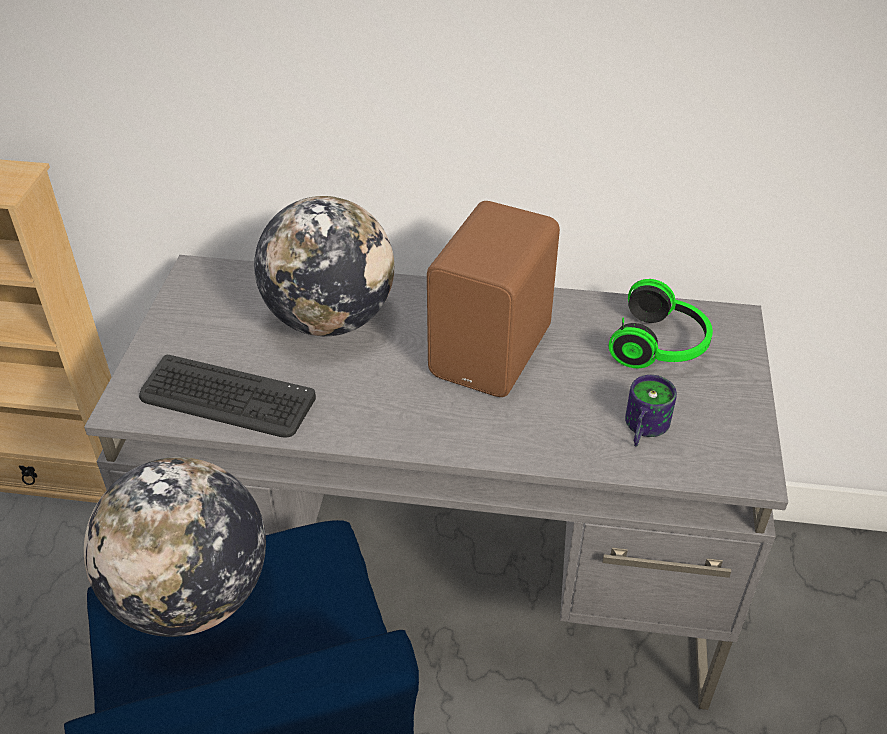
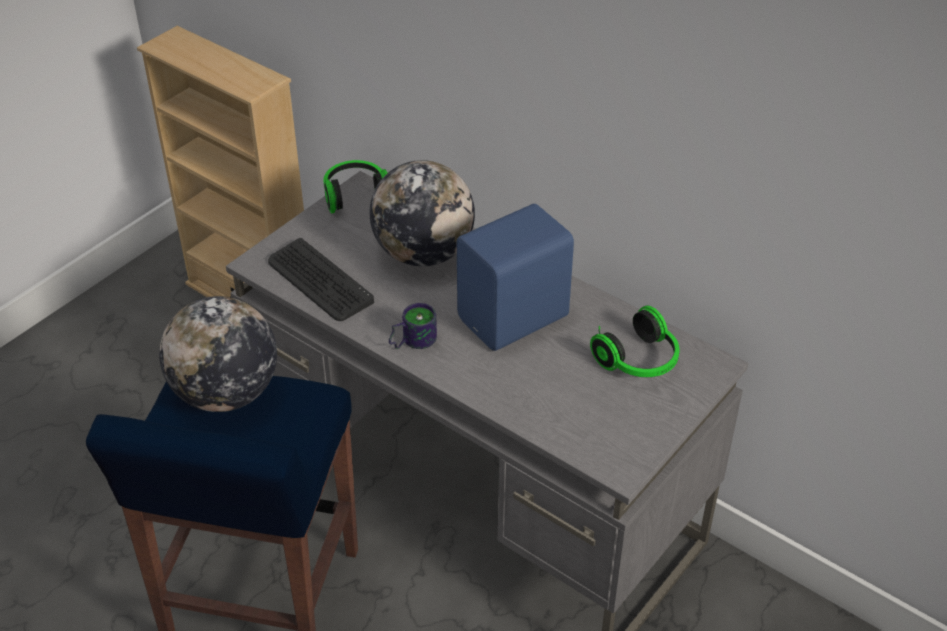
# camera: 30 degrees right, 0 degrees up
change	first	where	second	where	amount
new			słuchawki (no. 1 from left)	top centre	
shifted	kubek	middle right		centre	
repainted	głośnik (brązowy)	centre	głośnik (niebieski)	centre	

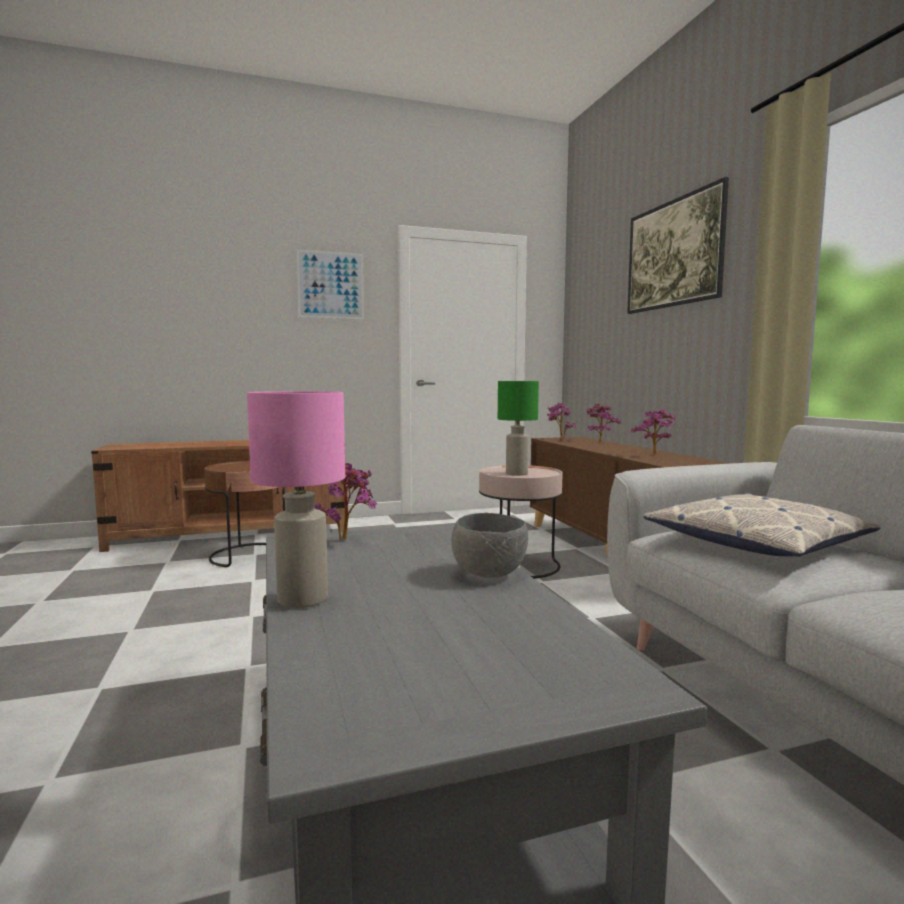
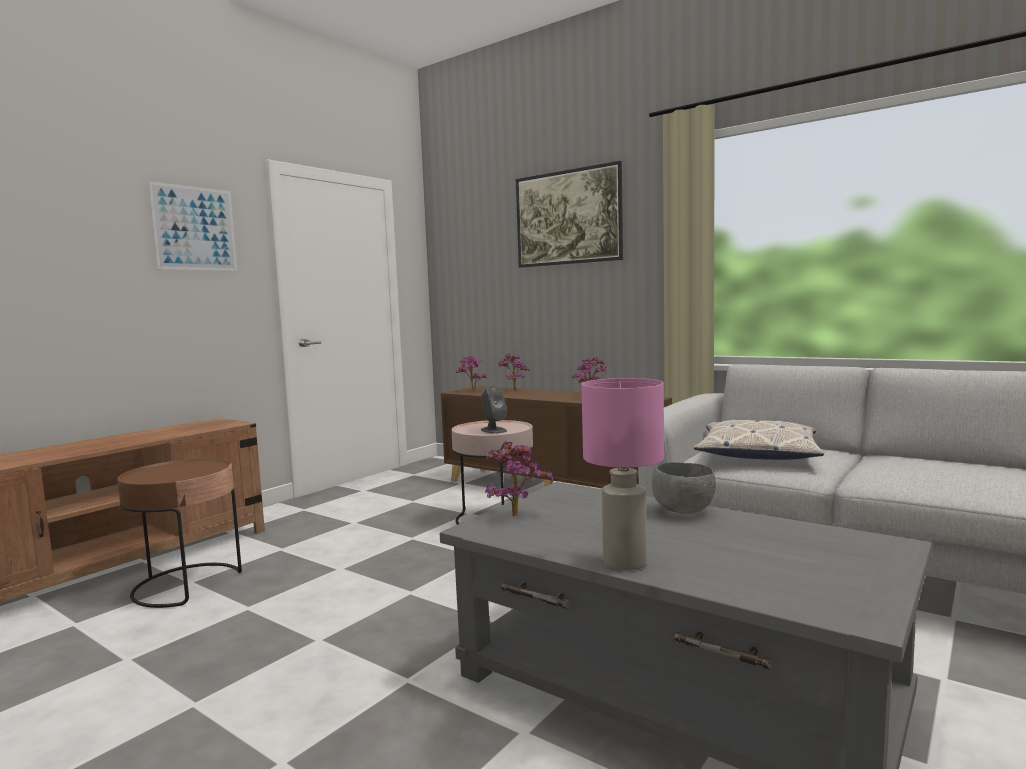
# camera: 35 degrees left, 0 degrees up
change	first	where	second	where	amount
swapped	lampa stołowa (zielony)	centre	głośnik (szary)	centre	

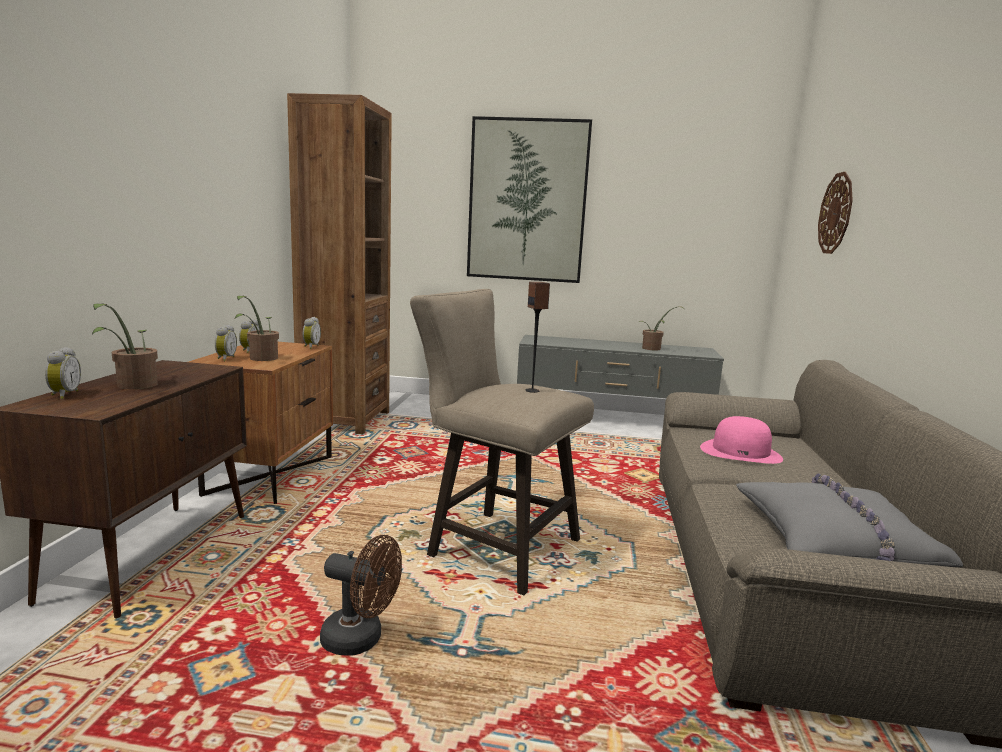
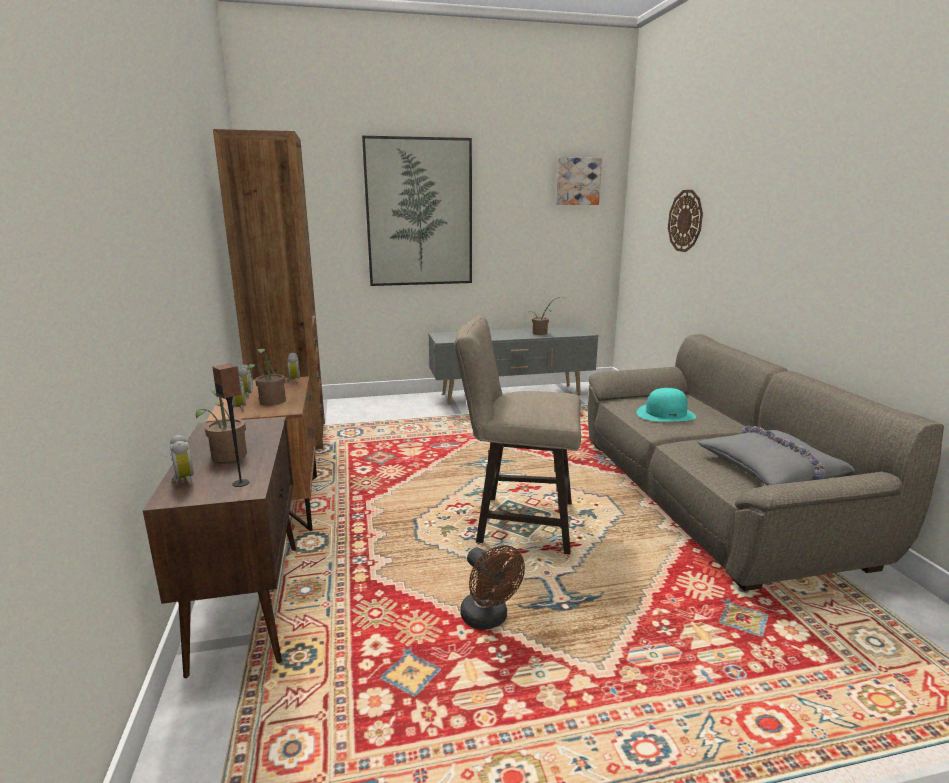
# camera: 20 degrees left, 5 degrees up
change	first	where	second	where	amount
new			obraz (no. 2 from left)	top centre	
shifted	głośnik	centre		middle left	
repainted	kapelusz (różowy)	middle right	kapelusz (turkusowy)	middle right	
rotated	wentylator (brązowy)	bottom centre		bottom centre	60 degrees clockwise

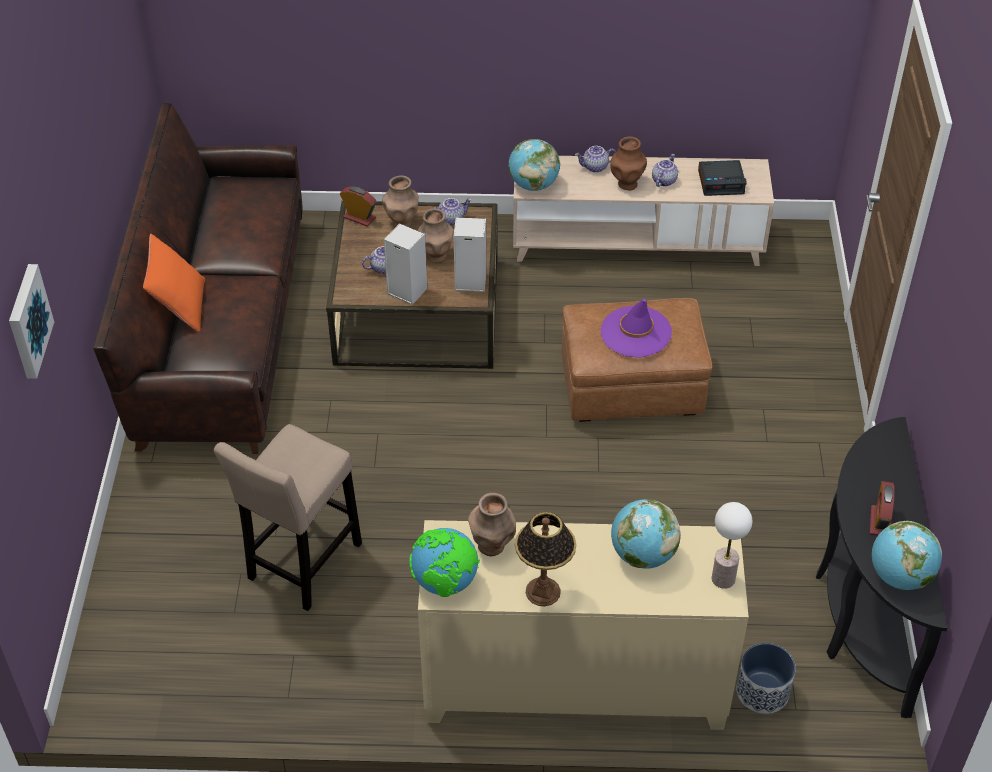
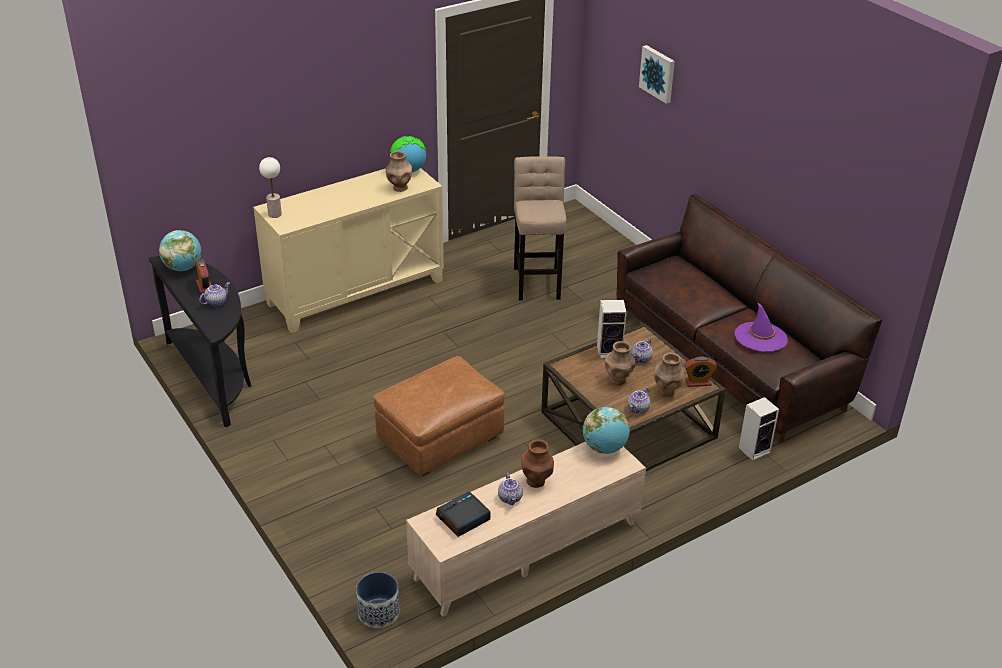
# camera: 145 degrees right, 10 degrees down
change	first	where	second	where	amount
gone	poduszka (pomarańczowy)	middle left			
gone	lampa stołowa (no. 1 from left)	bottom centre			
gone	globus (no. 3 from left)	bottom centre			
shifted	głośnik (no. 2 from left)	top centre		middle right	
shifted	imbryk (no. 3 from left in the first image)	top centre	imbryk (no. 1 from left)	middle left	
shifted	kapelusz (fioletowy)	centre		middle right	
shifted	donica	bottom right		bottom centre	

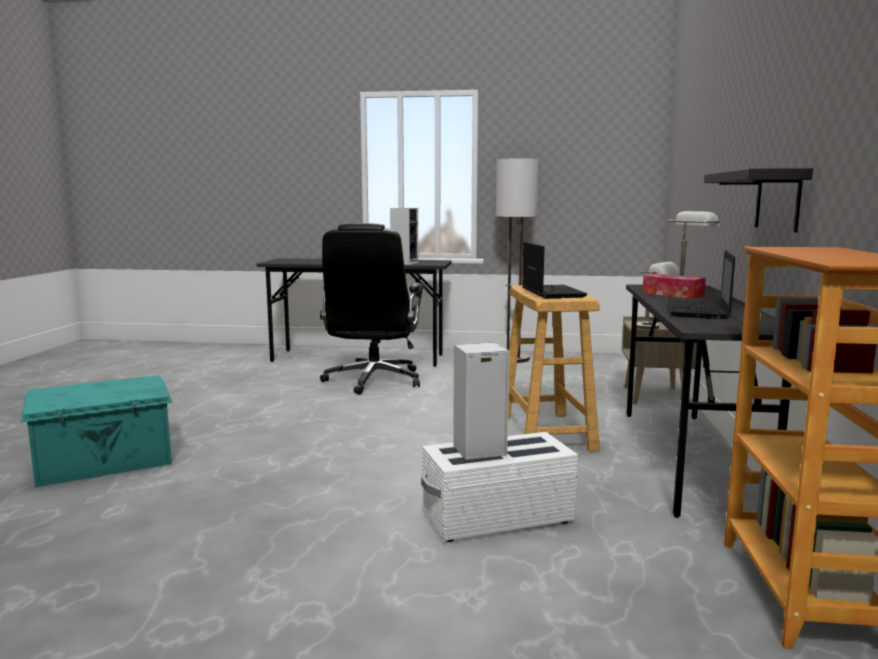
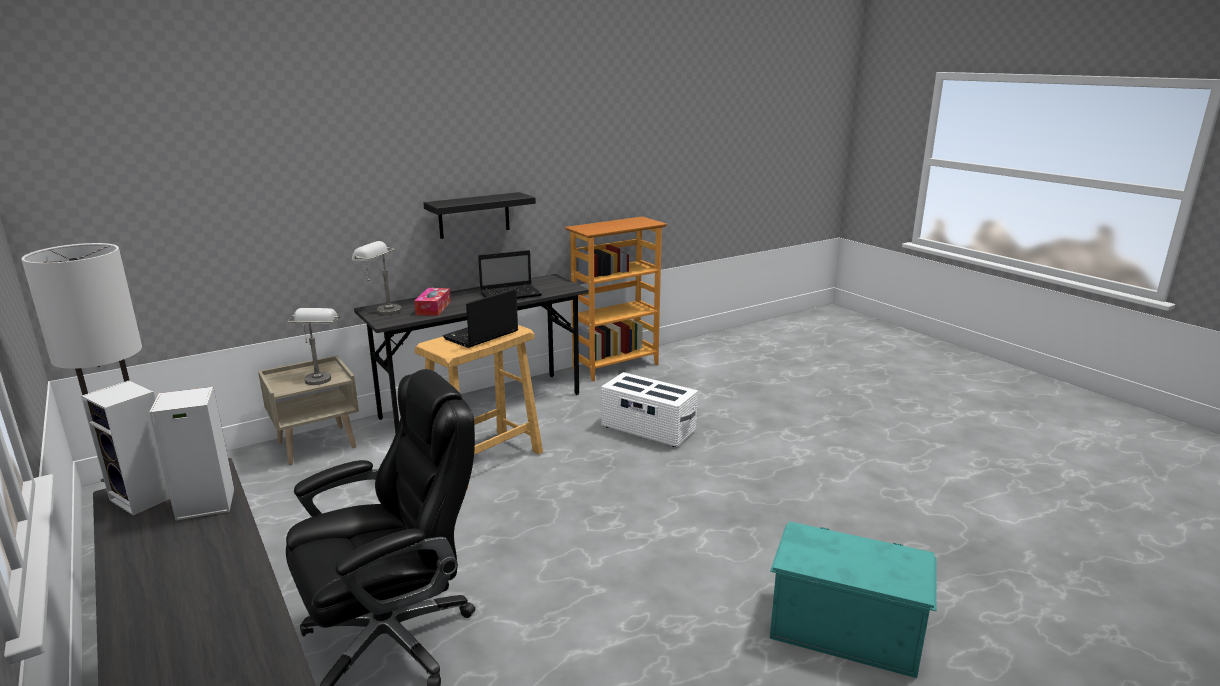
# camera: 130 degrees left, 10 degrees up
change	first	where	second	where	amount
shifted	głośnik (no. 2 from left in the first image)	centre	głośnik (no. 1 from left)	middle left	

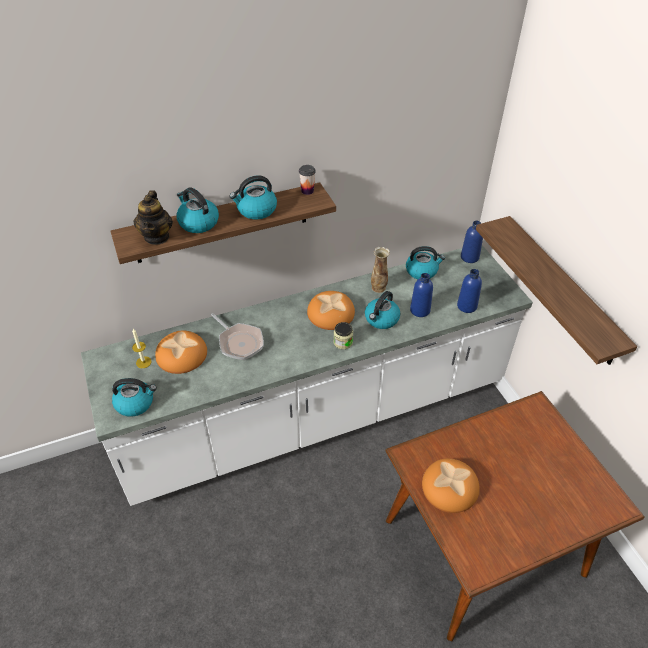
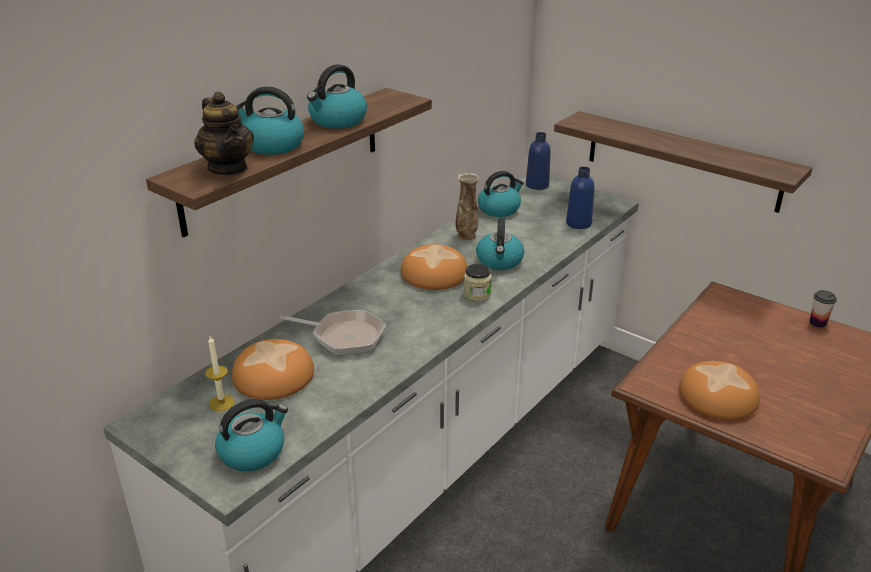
# camera: 30 degrees left, 15 degrees down
change	first	where	second	where	amount
gone	butelka (niebieski) (no. 1 from left)	centre			
shifted	filiżanka	top centre		middle right	

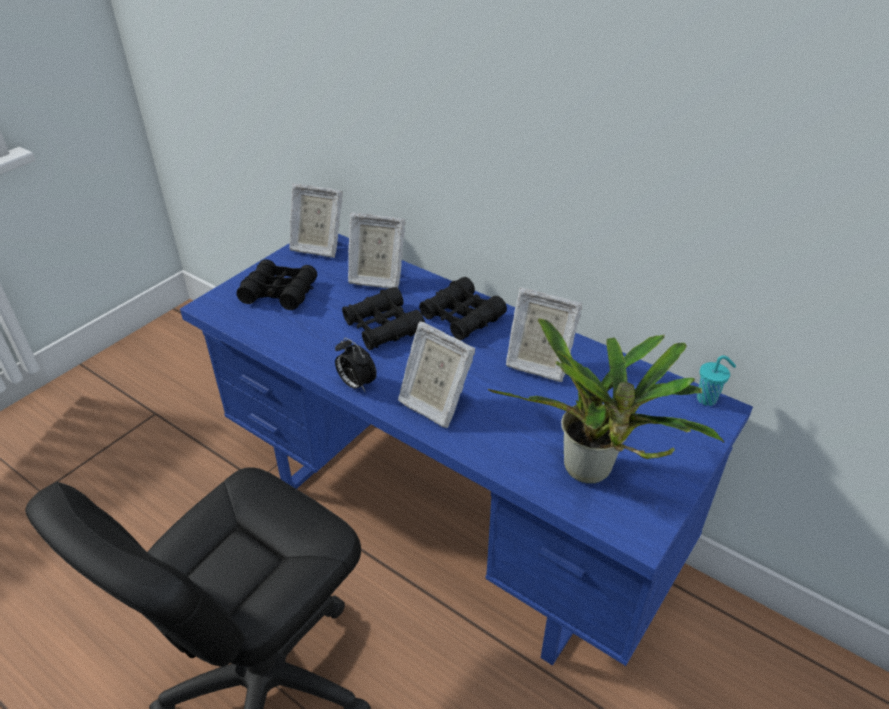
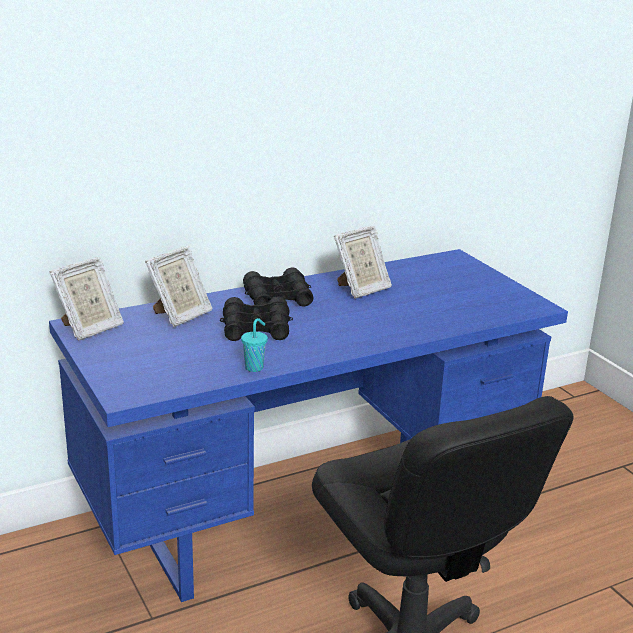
# camera: 65 degrees left, 15 degrees down
change	first	where	second	where	amount
gone	lornetka (czarny) (no. 1 from left)	middle left			
gone	budzik	centre			
gone	ramka na zdjęcie (no. 3 from left)	centre			
gone	roślina doniczkowa	middle right			
shifted	filiżanka (turkusowy)	middle right		centre	

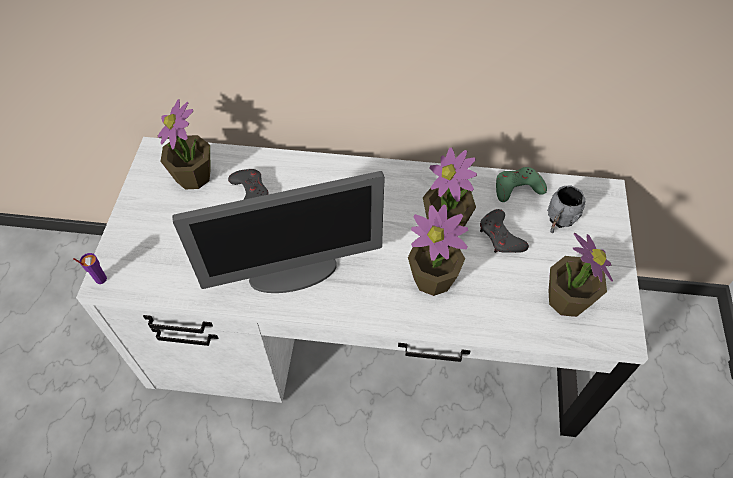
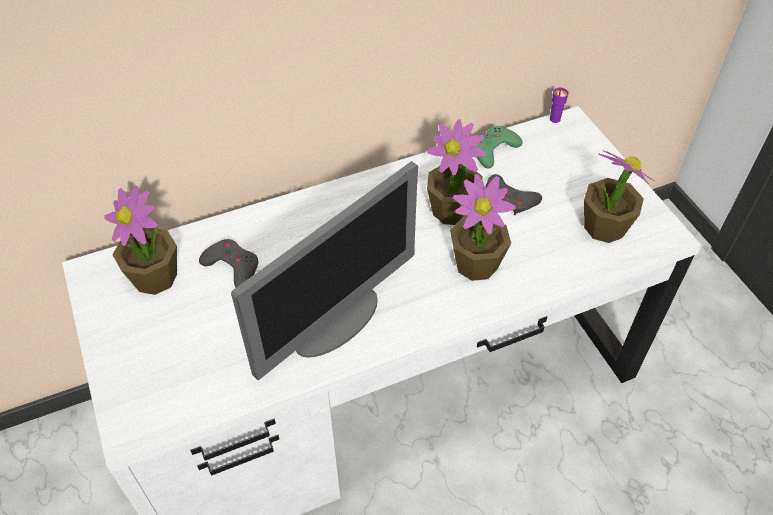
# camera: 30 degrees left, 5 degrees down
change	first	where	second	where	amount
gone	kubek (szary)	middle right			
shifted	filiżanka (fioletowy)	middle left		top right	

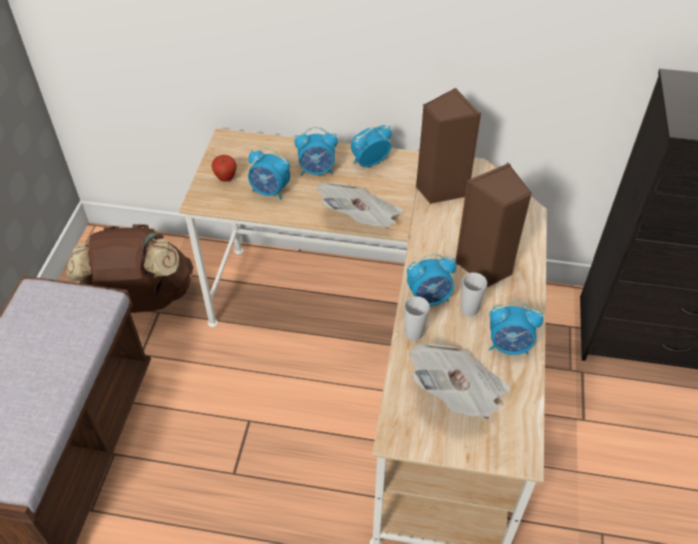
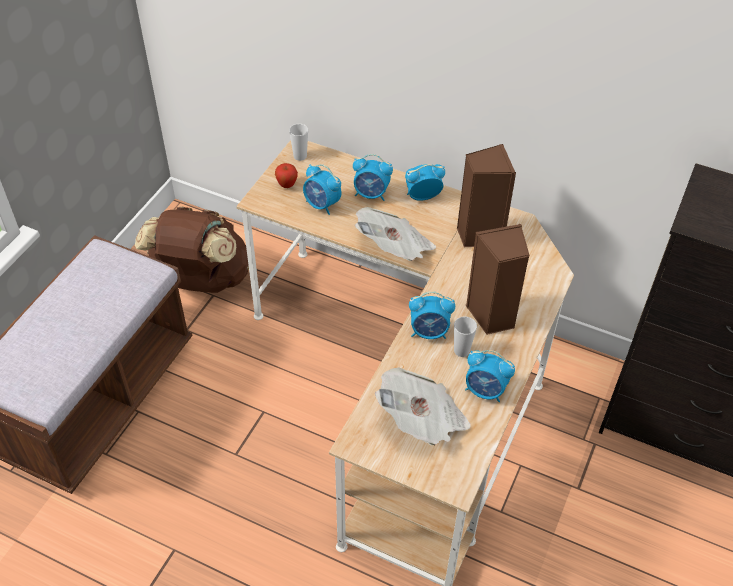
# camera: 15 degrees right, 0 degrees up
change	first	where	second	where	amount
shifted	filiżanka (no. 1 from left)	centre		top centre	

